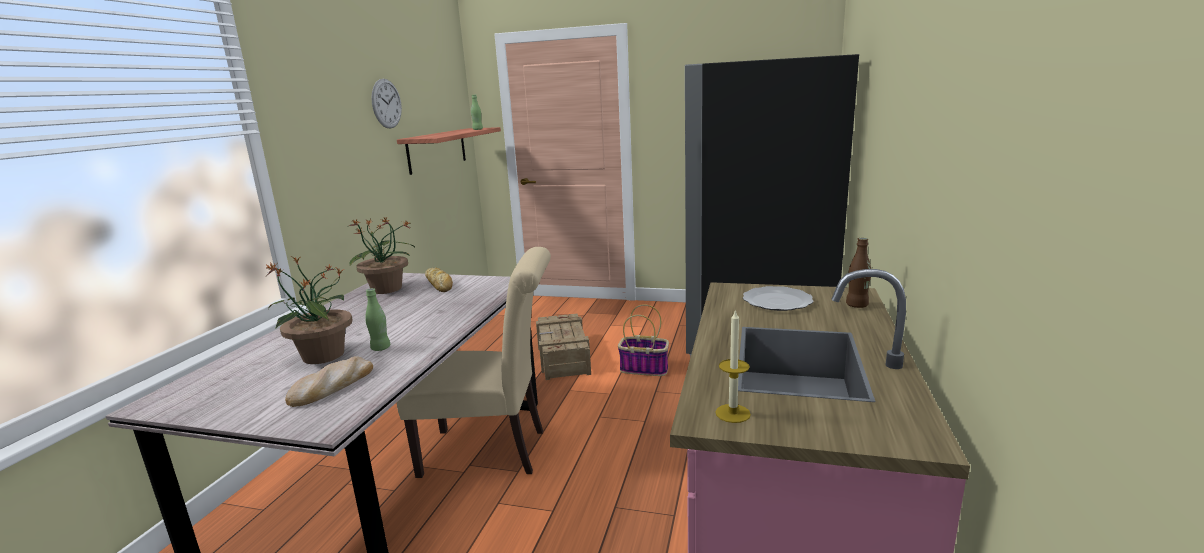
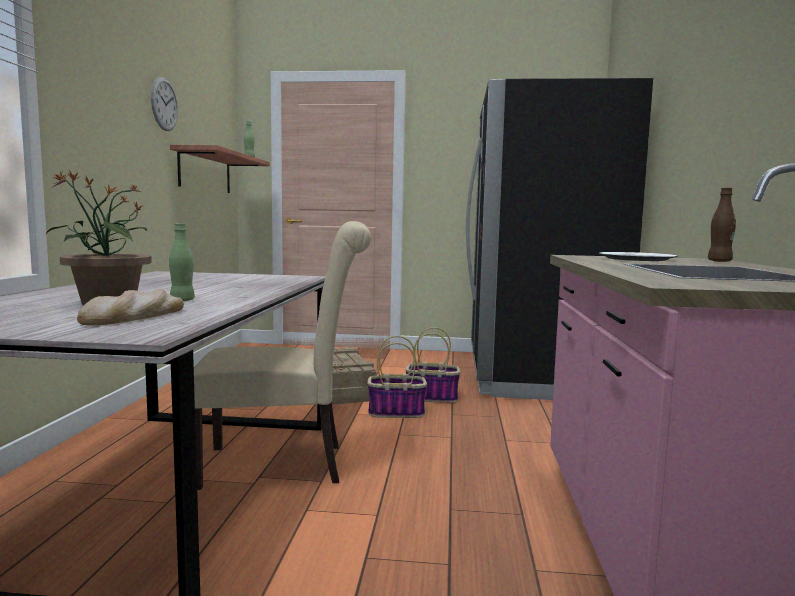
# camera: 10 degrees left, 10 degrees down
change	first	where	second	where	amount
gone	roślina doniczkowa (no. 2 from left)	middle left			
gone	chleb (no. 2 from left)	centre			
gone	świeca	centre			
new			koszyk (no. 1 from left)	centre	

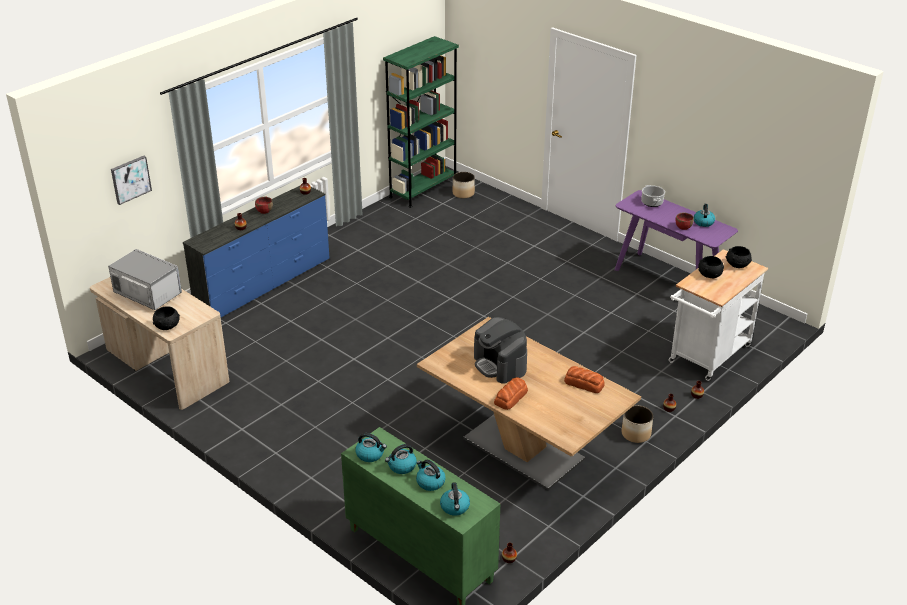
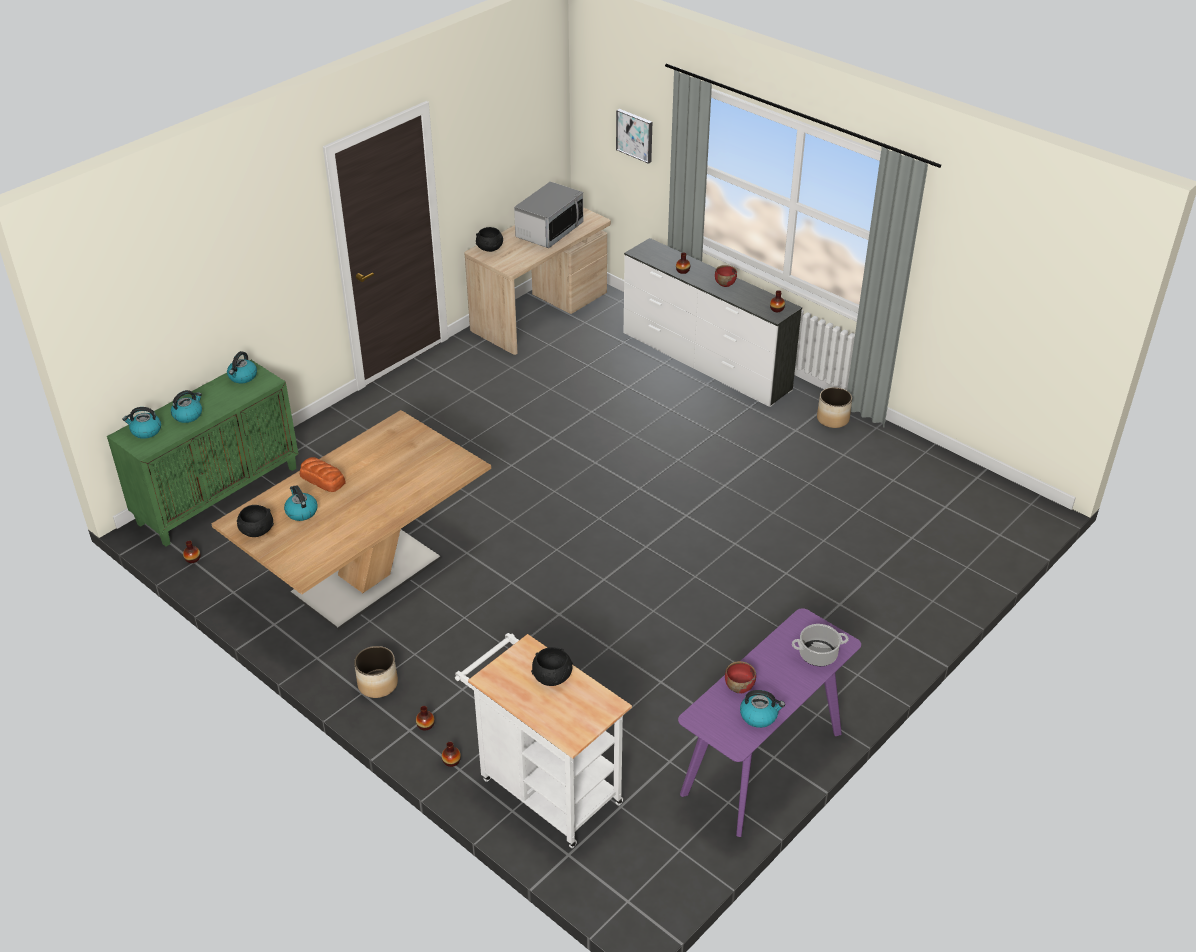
# camera: 90 degrees right, 5 degrees up
change	first	where	second	where	amount
gone	regał (zielony)	top centre			
gone	ekspres do kawy	centre			
gone	chleb (no. 2 from left)	centre			
shifted	czajnik (no. 2 from left in the first image)	bottom centre	czajnik (no. 4 from left)	middle left	
shifted	donica (no. 1 from left in the first image)	top centre	donica (no. 2 from left)	middle right	
shifted	miska (czarny) (no. 3 from left in the first image)	middle right	miska (czarny) (no. 1 from left)	middle left	
repainted	komoda (niebieski)	middle left	komoda (biały)	centre	

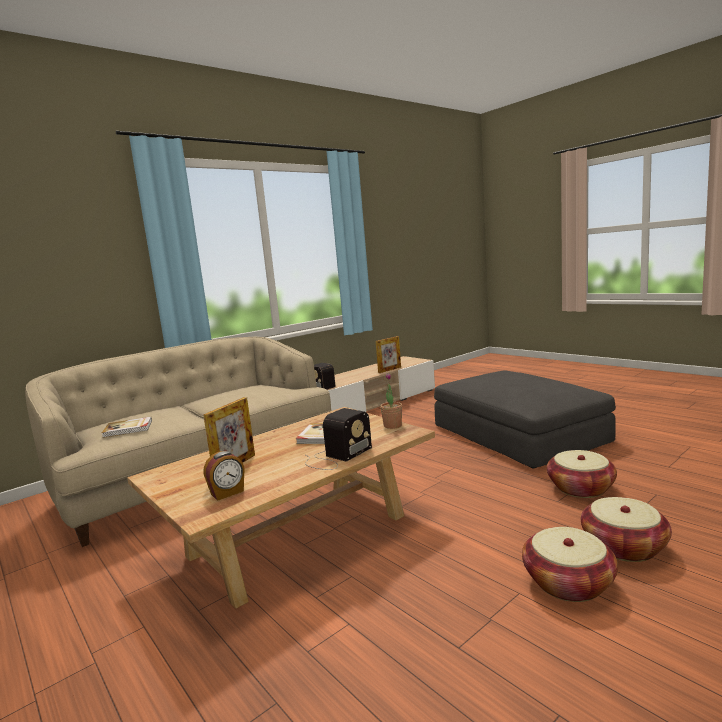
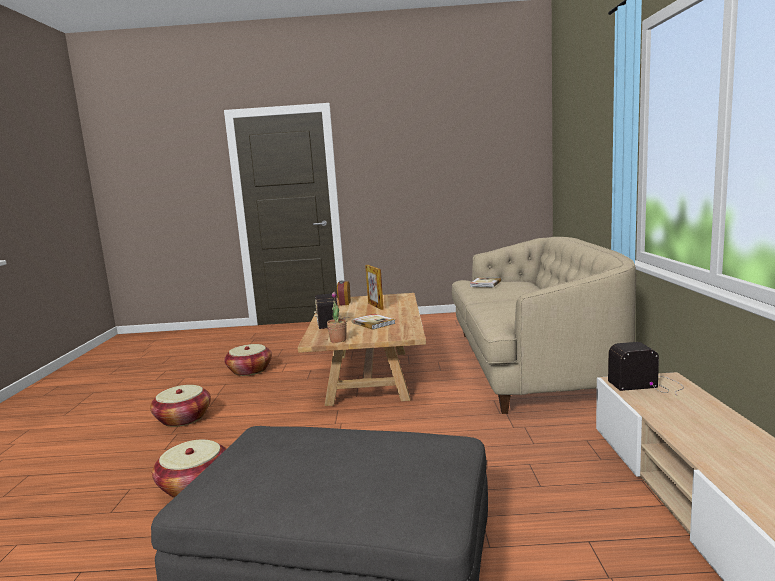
# camera: 130 degrees right, 0 degrees up
change	first	where	second	where	amount
gone	ramka na zdjęcie (no. 2 from left)	centre			
shifted	koszyk (no. 3 from left)	bottom right		middle left	

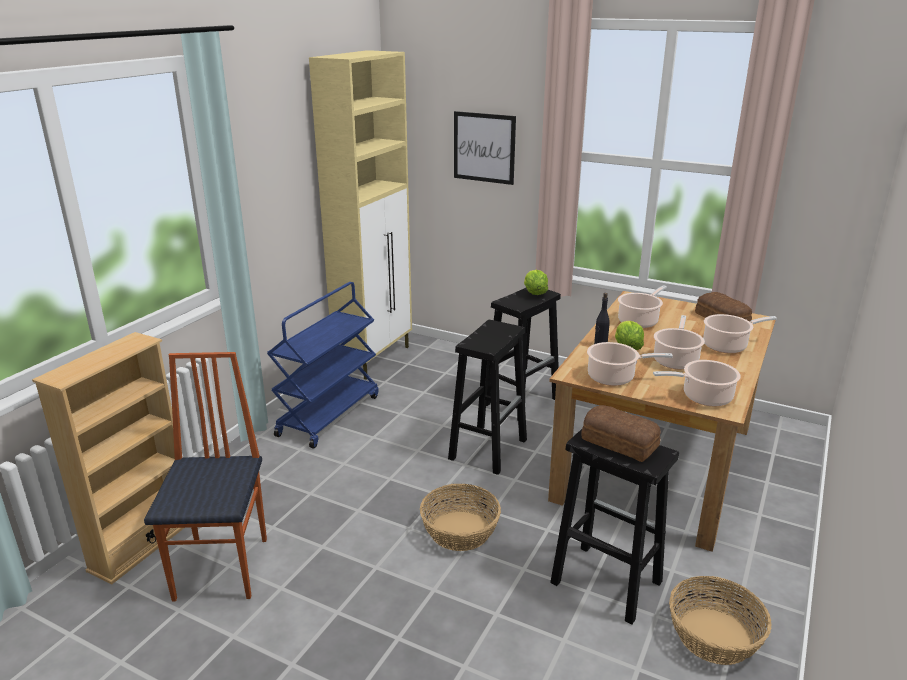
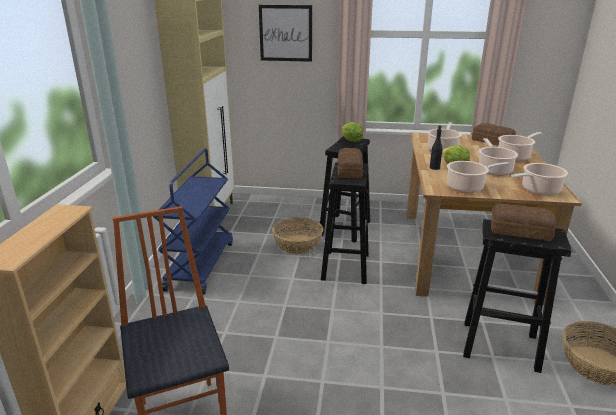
# camera: 20 degrees left, 0 degrees up
change	first	where	second	where	amount
new			chleb (no. 1 from left)	centre	
shifted	koszyk (no. 1 from left)	bottom centre		centre	

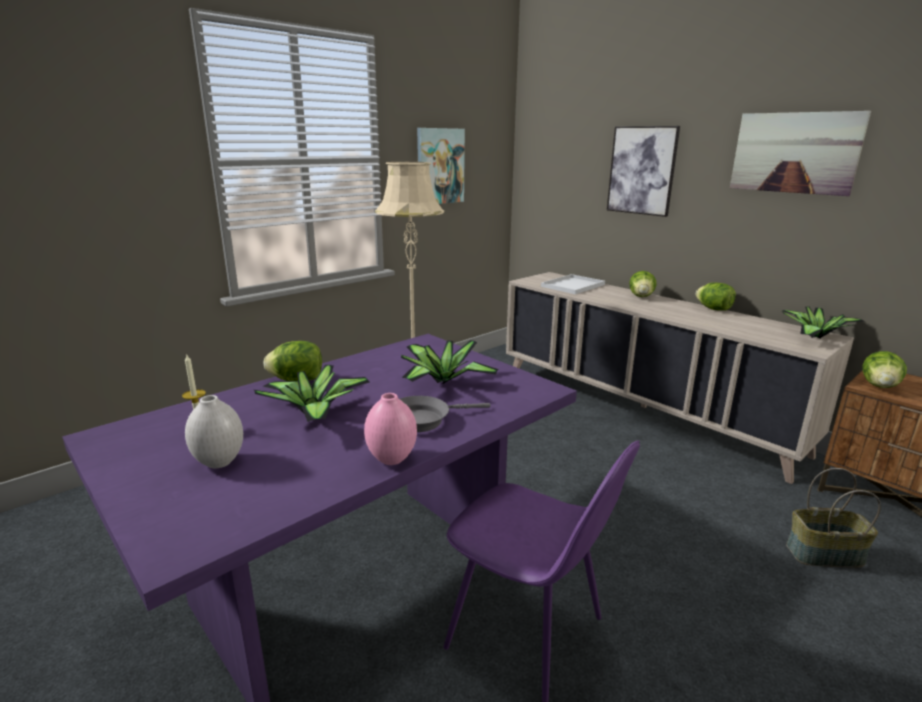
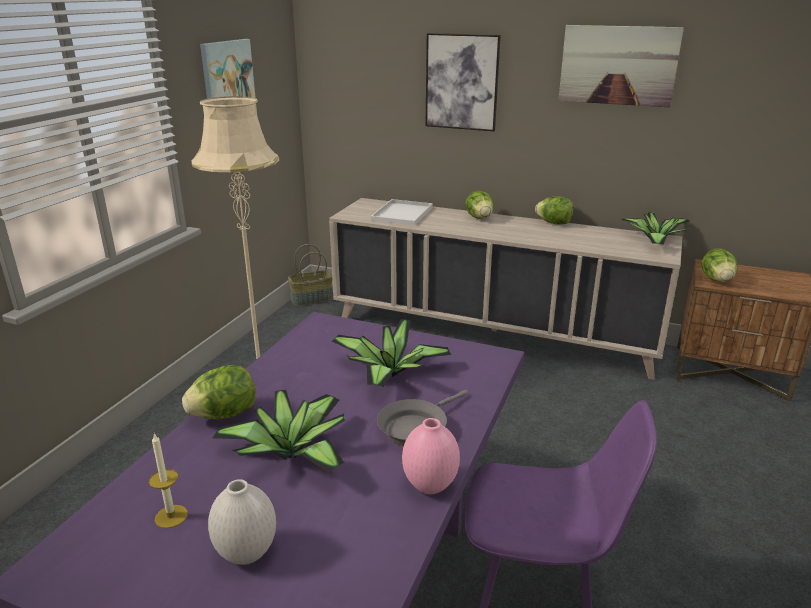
# camera: 25 degrees left, 5 degrees up
change	first	where	second	where	amount
shifted	koszyk	bottom right		centre	

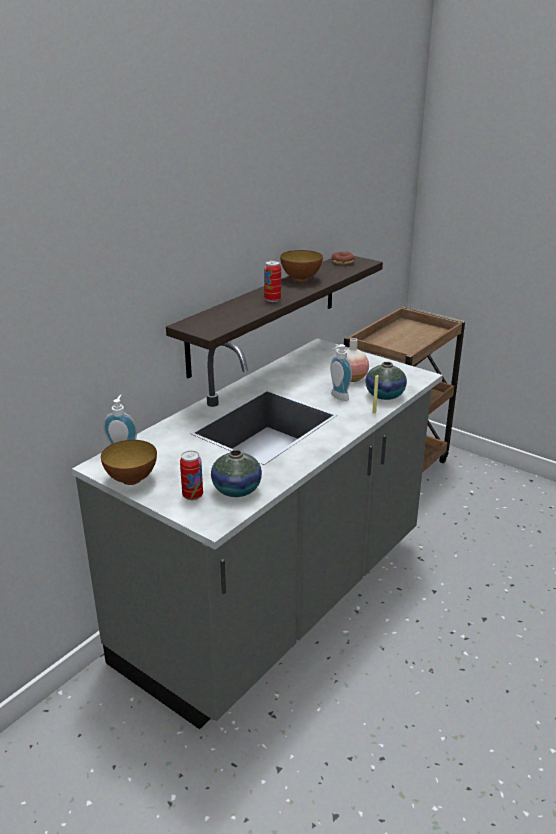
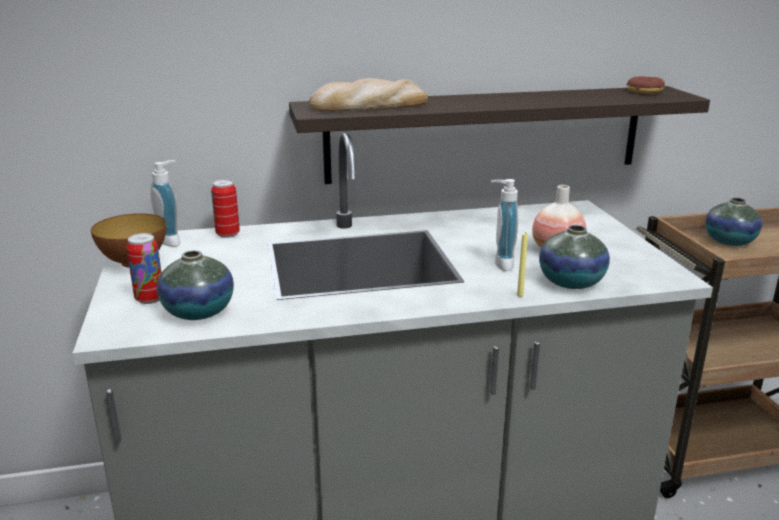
# camera: 40 degrees right, 5 degrees down
change	first	where	second	where	amount
gone	miska (no. 2 from left)	top centre			
new			chleb	top centre	
new			wazon (no. 4 from left)	middle right	
shifted	puszka (no. 2 from left)	centre		middle left	

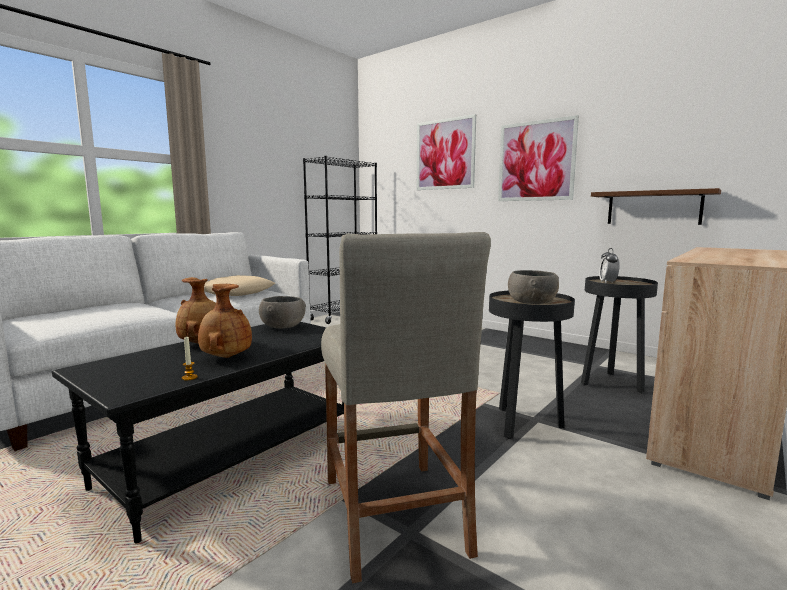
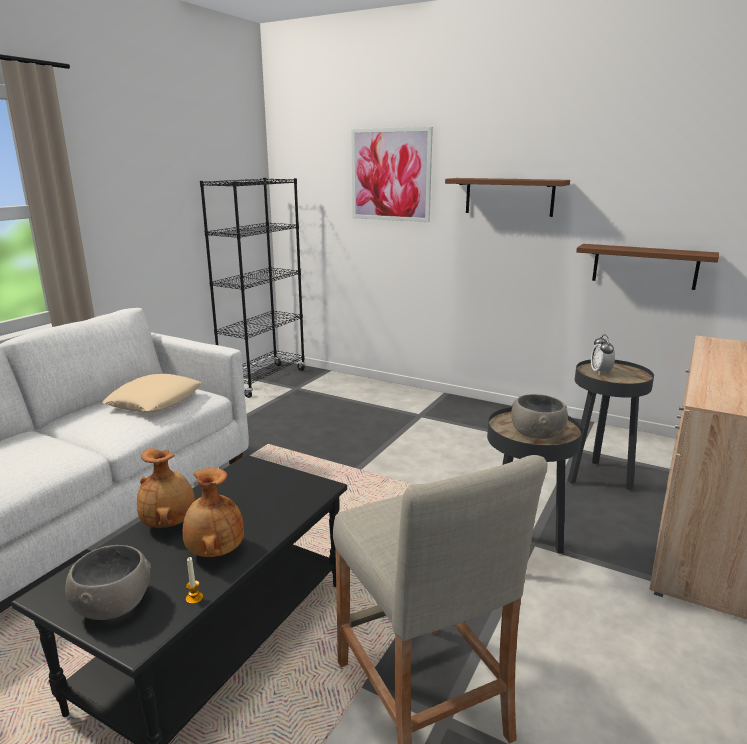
# camera: 10 degrees left, 10 degrees up
change	first	where	second	where	amount
shifted	miska (szary) (no. 1 from left)	centre		bottom left	
swapped	obraz (no. 2 from left)	top right	półka (brązowy) (no. 1 from left)	top right	

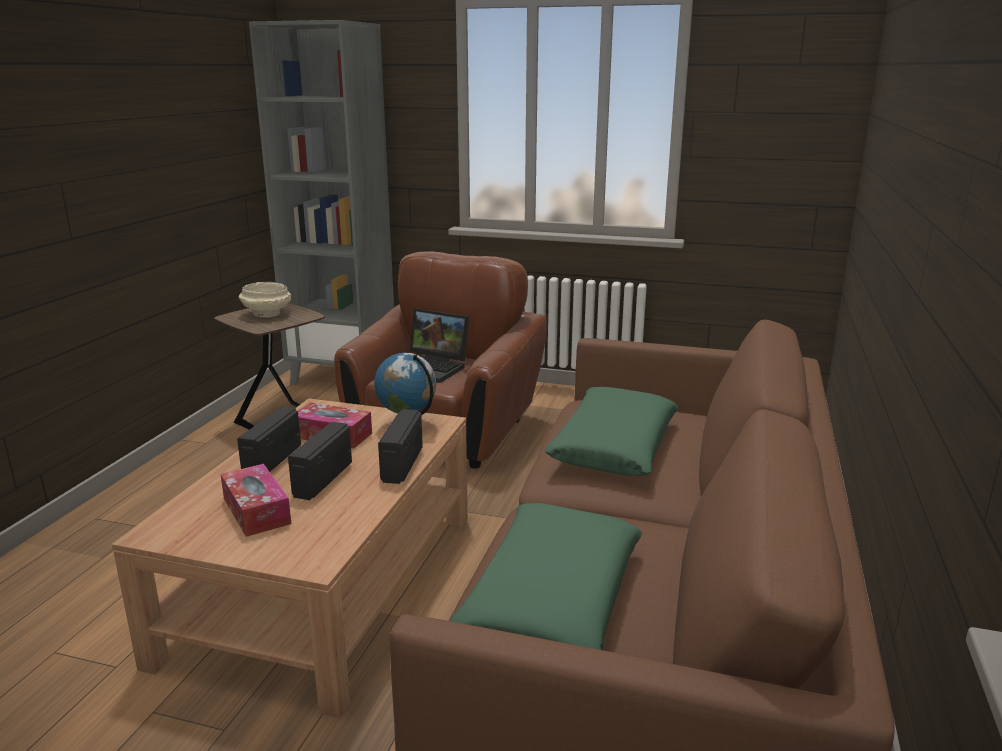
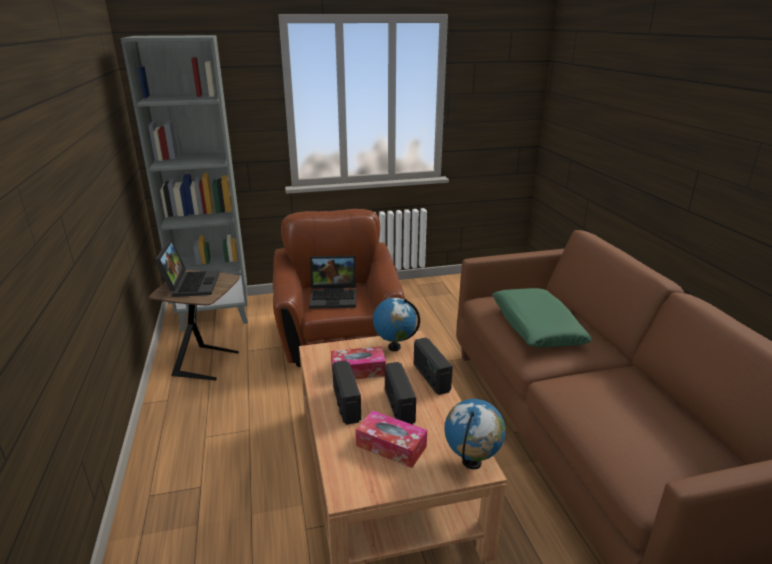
# camera: 30 degrees left, 5 degrees up
change	first	where	second	where	amount
gone	poduszka (zielony) (no. 1 from left)	bottom centre			
new			globus (no. 2 from left)	bottom centre	
swapped	miska (beżowy)	middle left	laptop (no. 1 from left)	middle left	

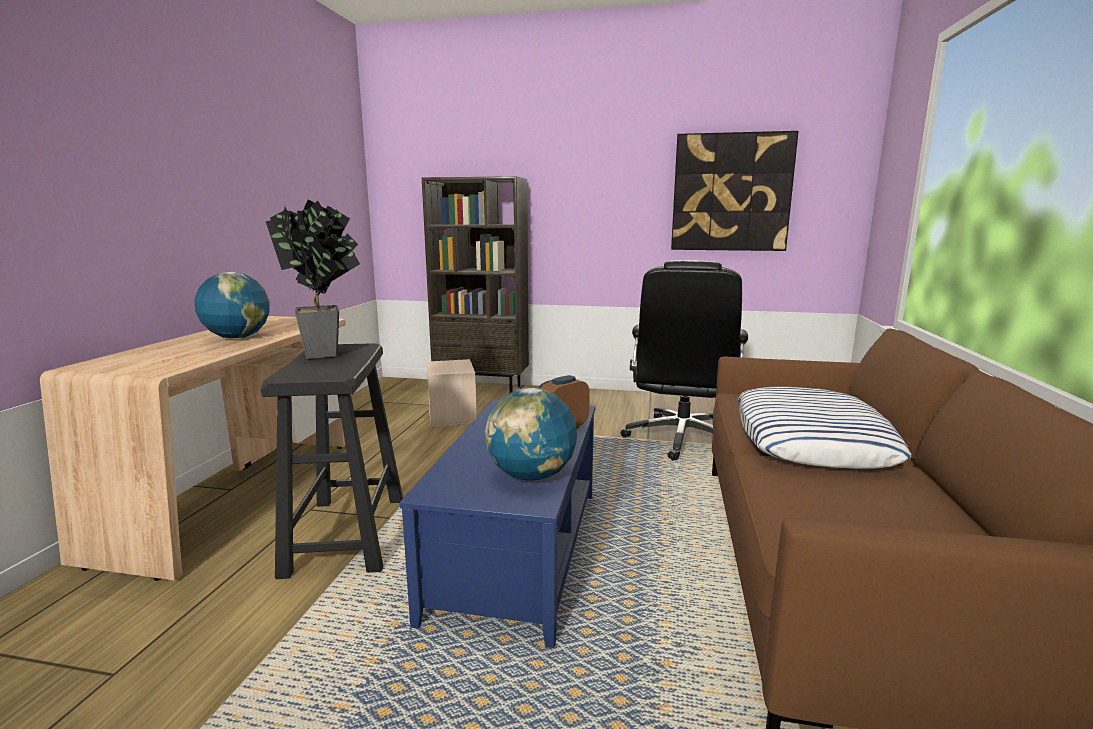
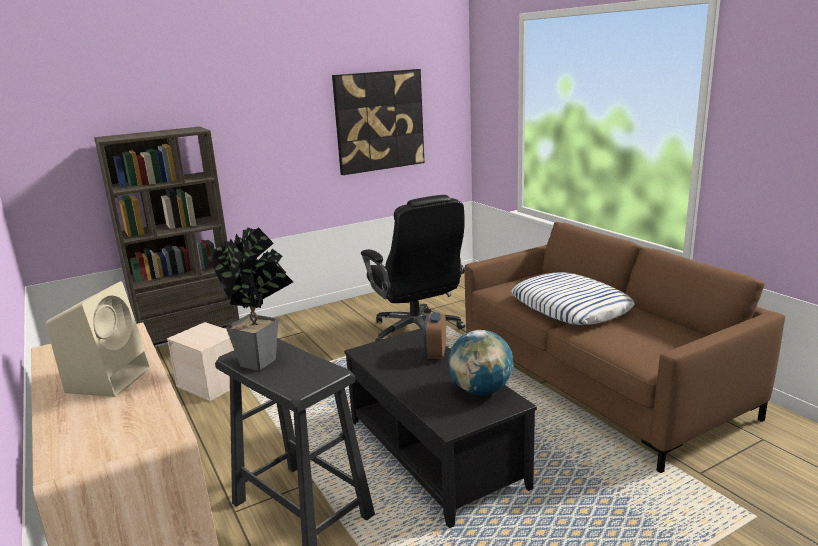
# camera: 40 degrees left, 5 degrees up
change	first	where	second	where	amount
swapped	globus (no. 1 from left)	middle left	głośnik (beżowy)	middle left	
repainted	ława (niebieski)	bottom centre	ława (czarny)	bottom centre	

